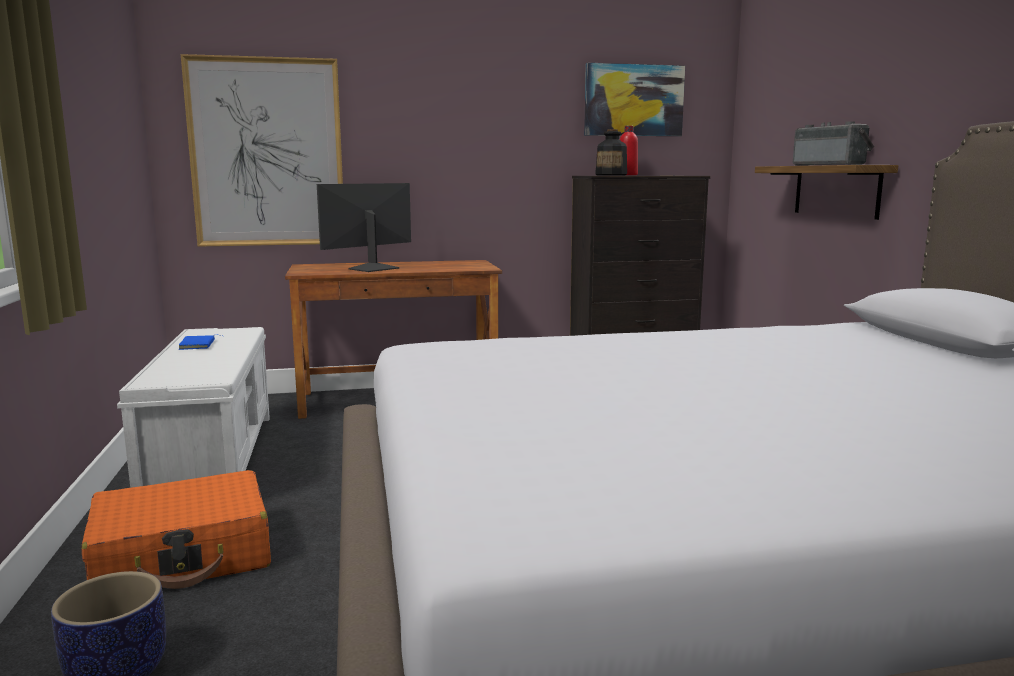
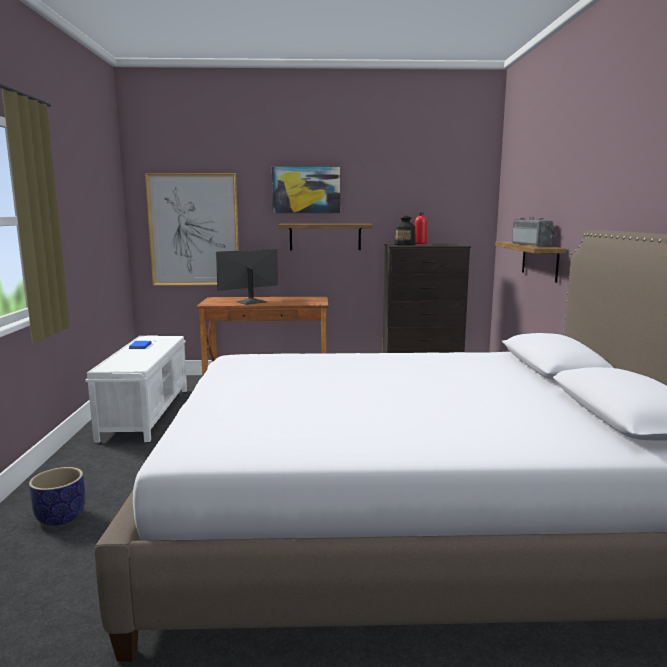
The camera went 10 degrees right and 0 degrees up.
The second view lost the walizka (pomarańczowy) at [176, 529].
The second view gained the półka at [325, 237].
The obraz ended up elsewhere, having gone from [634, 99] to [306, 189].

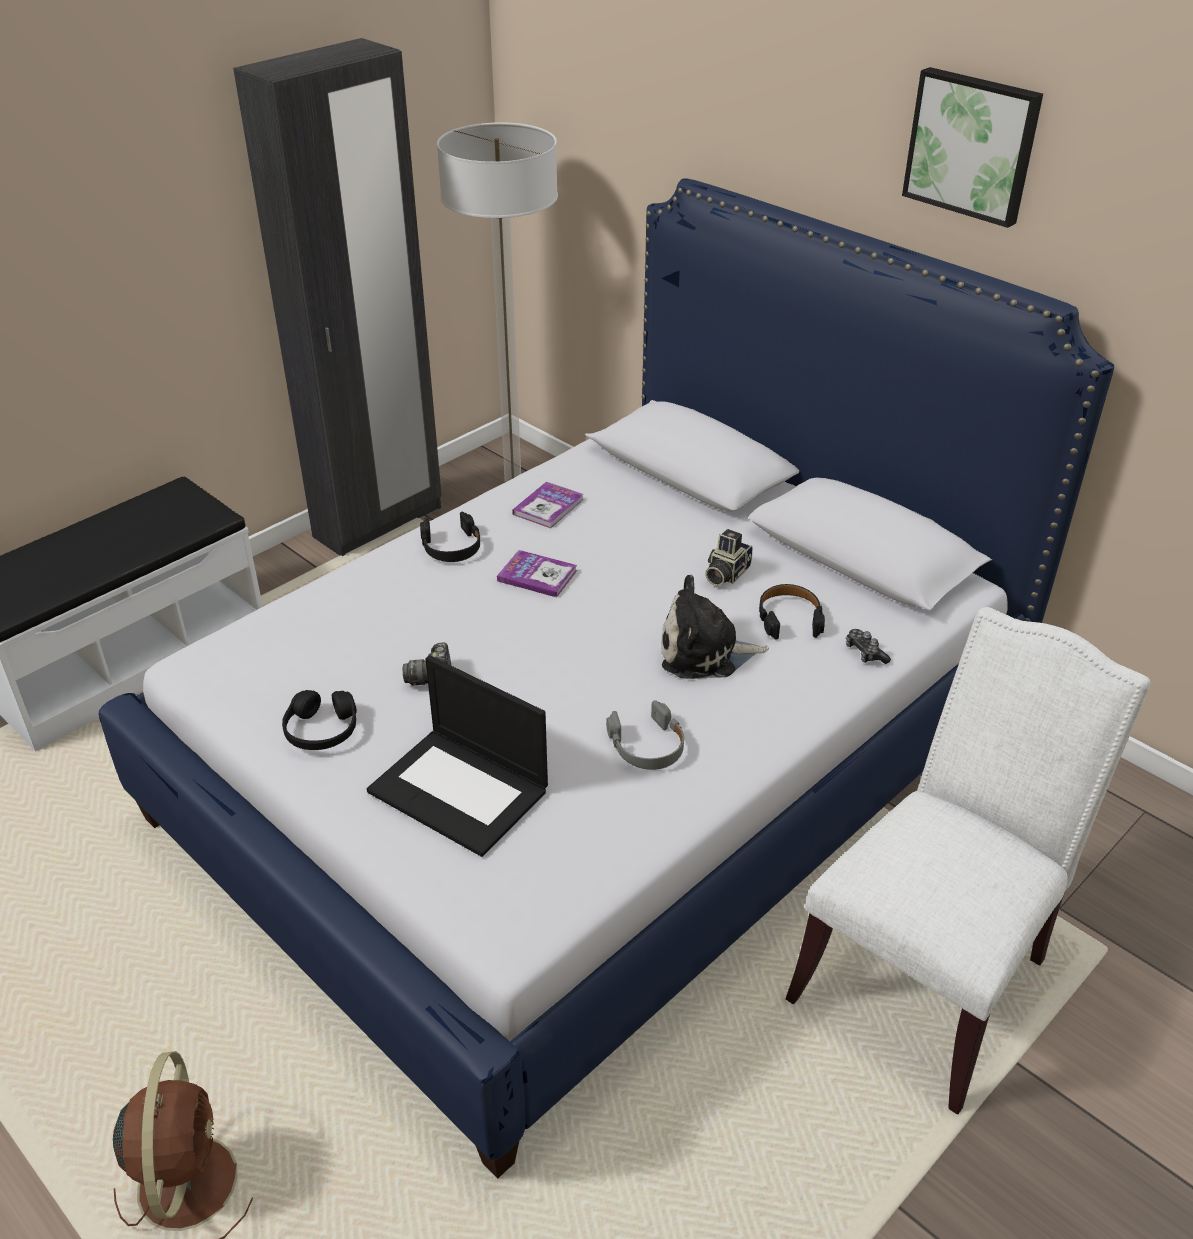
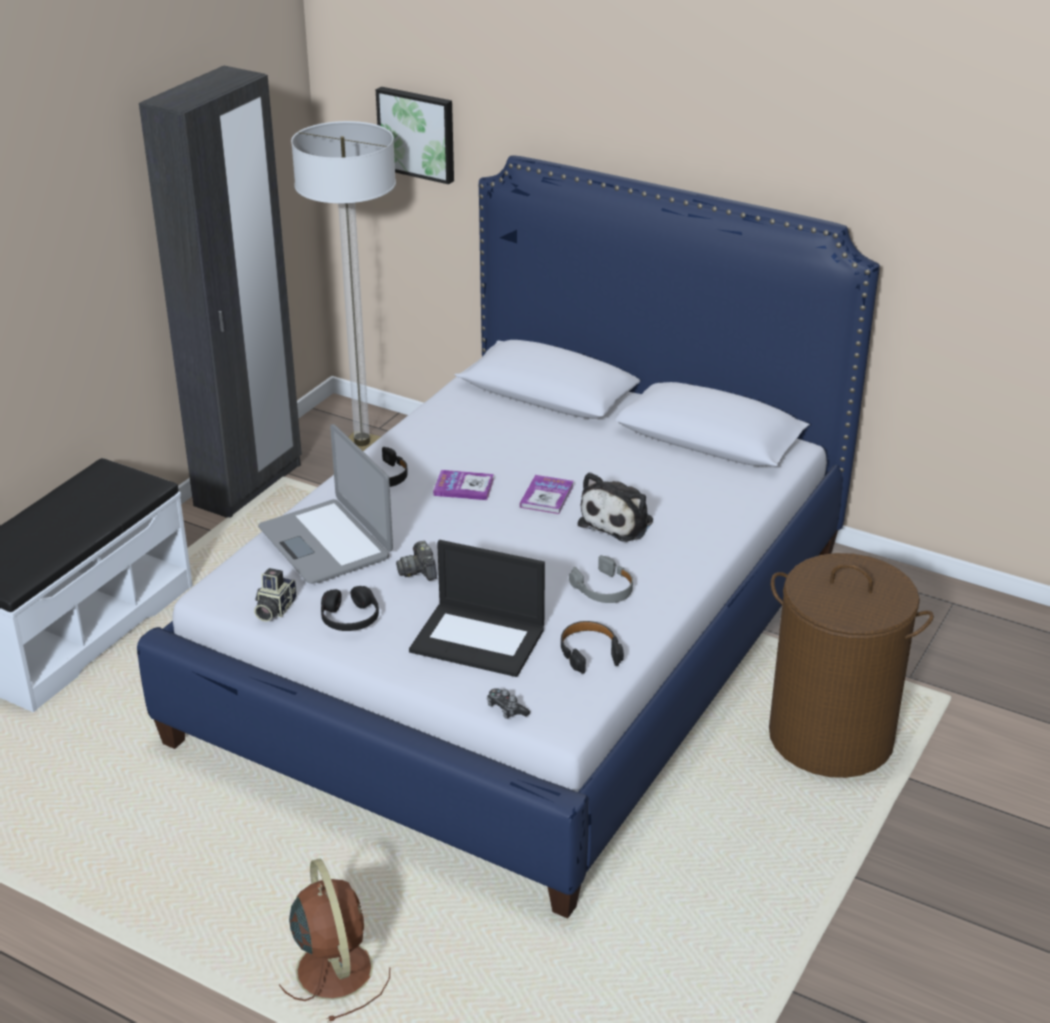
The camera went 15 degrees left and 5 degrees down.
The second view gained the laptop at [325, 504].
The książka ended up elsewhere, having gone from [548, 505] to [547, 494].
The aparat fotograficzny ended up elsewhere, having gone from [729, 557] to [275, 595].
The słuchawki (czarny) ended up elsewhere, having gone from [792, 612] to [592, 647].
The pad do gier ended up elsewhere, having gone from [868, 646] to [508, 703].
The obraz ended up elsewhere, having gone from [972, 147] to [415, 135].
Where the krzesło (biały) stood at [968, 861], the kosz na pranie (brązowy) came to stand at [851, 665].
The pluszak at [715, 627] ended up facing another way, 45 degrees counterclockwise from before.

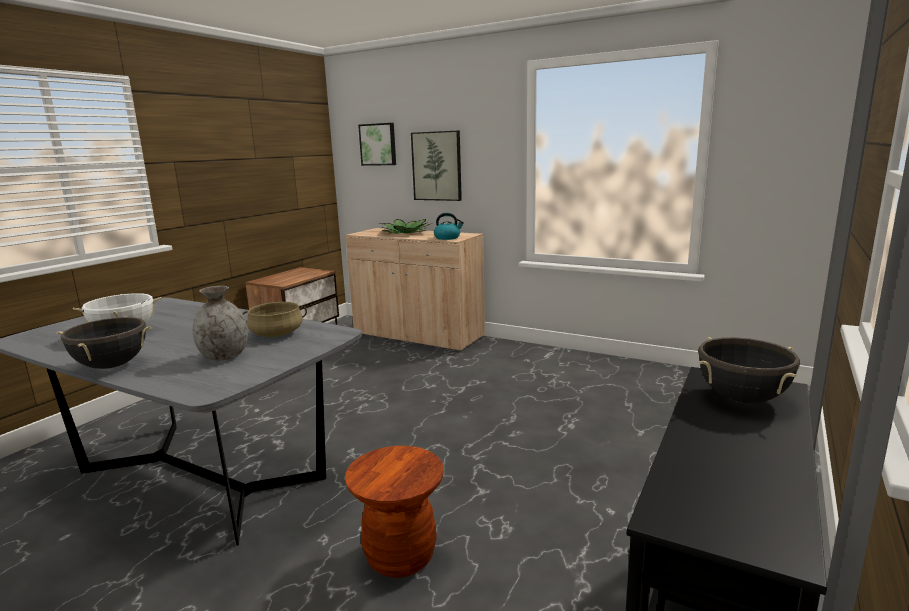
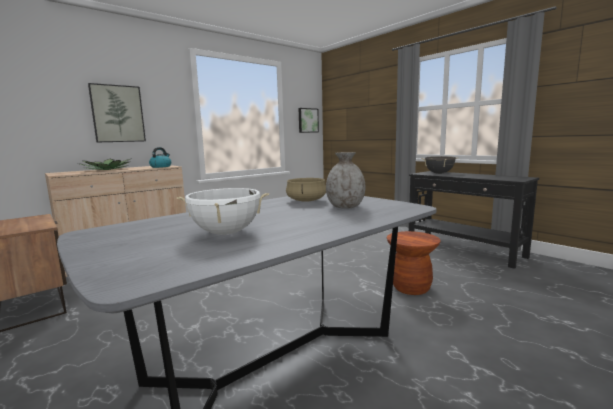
The camera went 70 degrees left and 5 degrees down.
The second view lost the garnek (czarny) at [104, 342].
The obraz ended up elsewhere, having gone from [377, 144] to [309, 120].

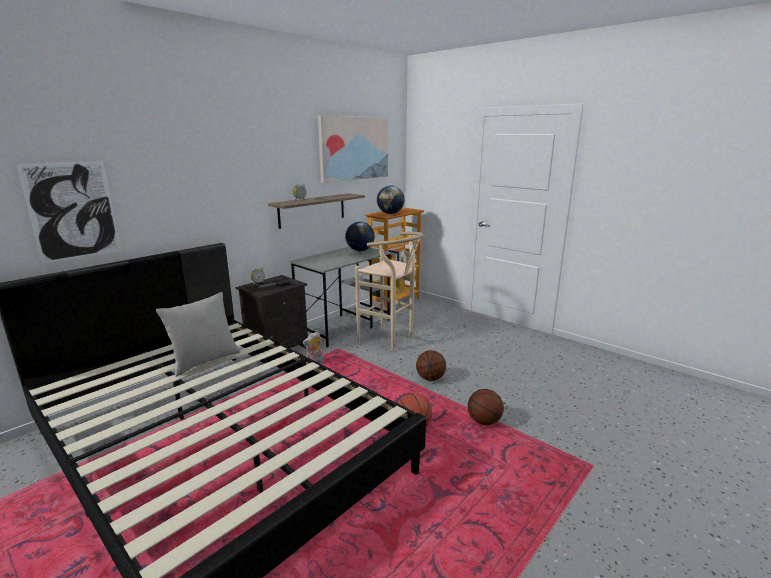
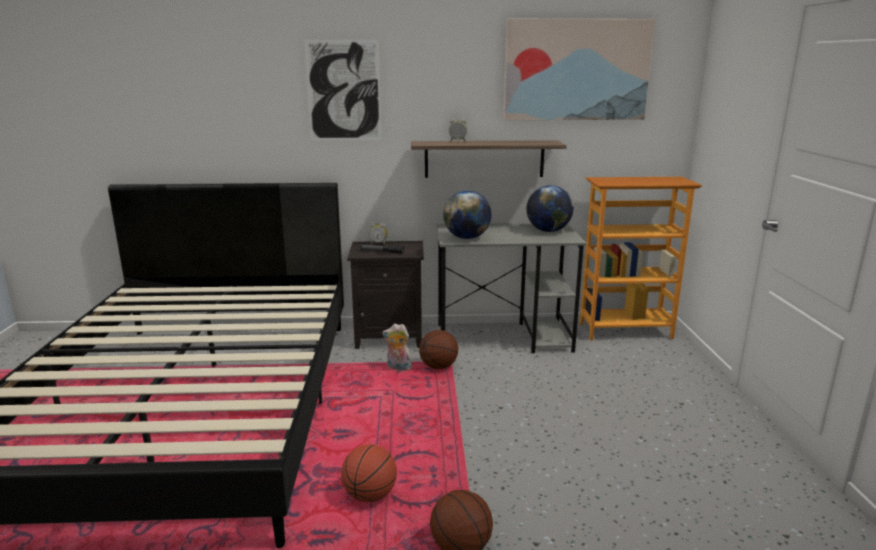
The camera went 45 degrees right and 0 degrees up.
The second view lost the poduszka (szary) at [198, 334].
The second view lost the stołek (beżowy) at [389, 291].
The obraz ended up elsewhere, having gone from [68, 212] to [342, 90].
The globus ended up elsewhere, having gone from [391, 200] to [467, 214].
The piłka do koszykówki ended up elsewhere, having gone from [431, 365] to [438, 349].

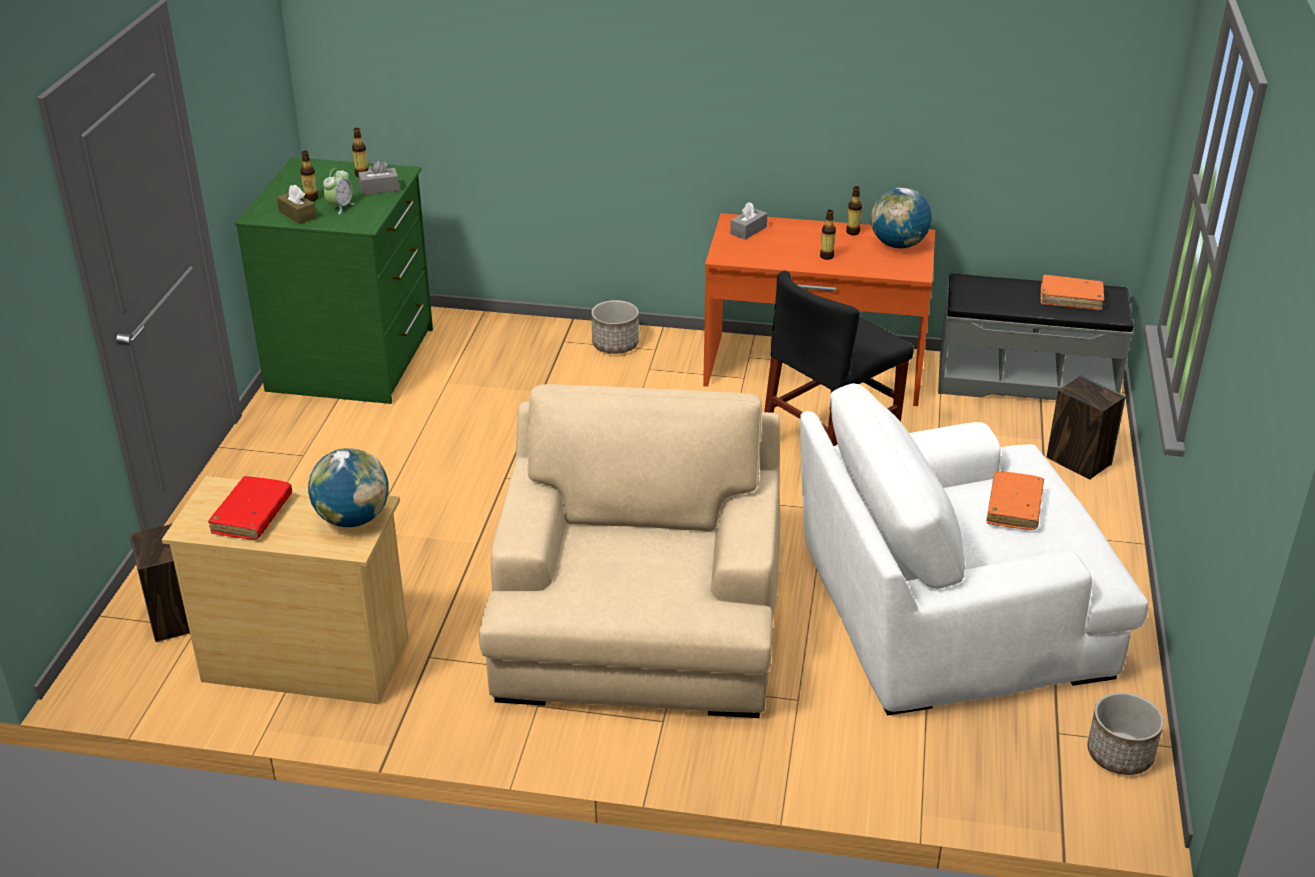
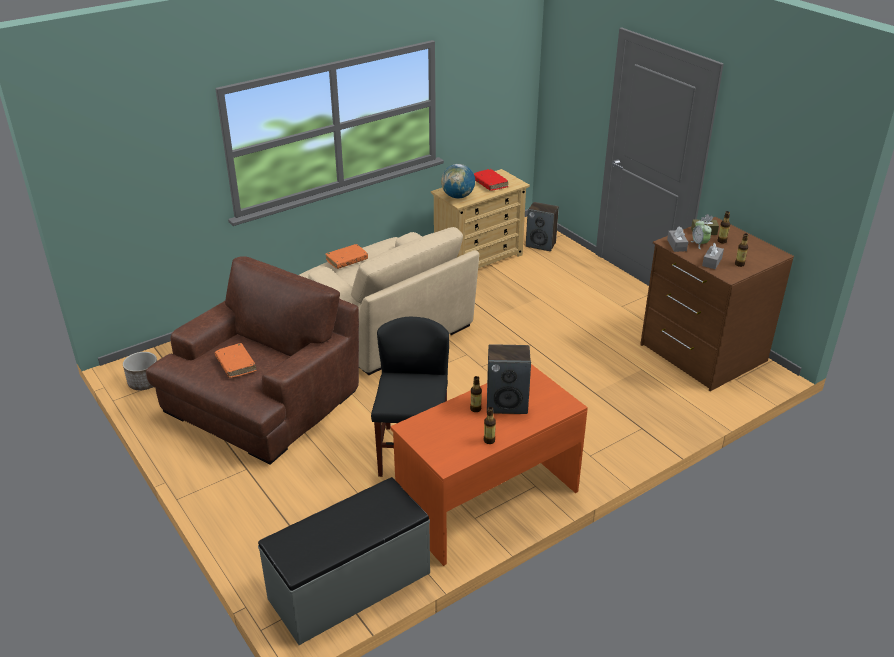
The camera went 135 degrees right and 0 degrees up.
The second view lost the donica at [615, 327].
The second view lost the globus at [901, 218].
The pudełko chusteczek (szary) ended up elsewhere, having gone from [748, 221] to [677, 239].
The książka (pomarańczowy) ended up elsewhere, having gone from [1072, 292] to [346, 256].
The głośnik ended up elsewhere, having gone from [1086, 427] to [509, 379].
What was the komoda (zielony) at [334, 280] turned into the komoda (brązowy) at [717, 304].
What was the fotel (biały) at [974, 549] turned into the fotel (brązowy) at [252, 360].

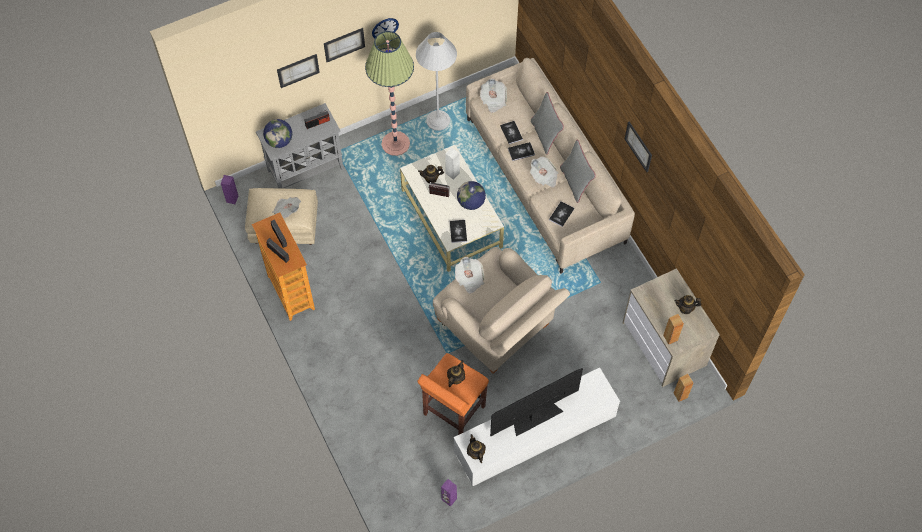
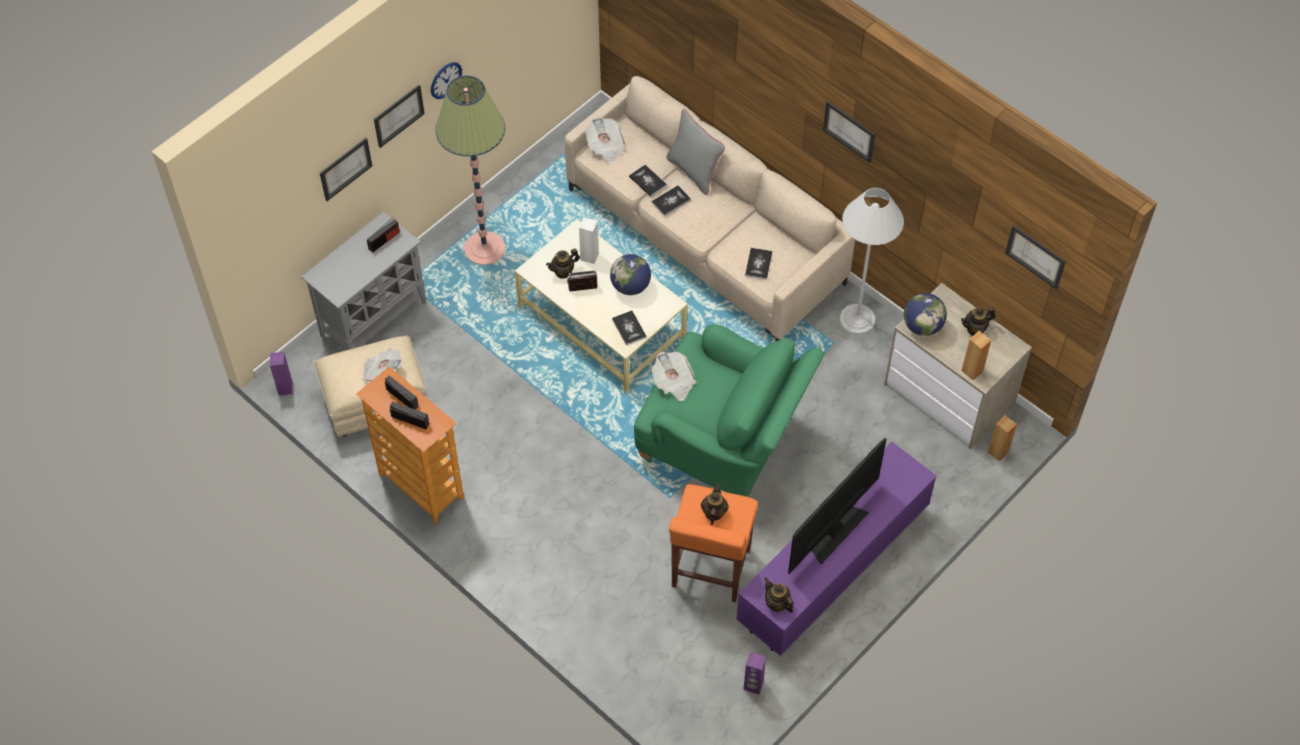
The camera went 20 degrees left and 5 degrees down.
The second view lost the gazeta at [544, 172].
The second view lost the poduszka (szary) at [578, 171].
The second view gained the obraz at [1035, 257].
The globus ended up elsewhere, having gone from [277, 133] to [925, 314].
The lampa stojąca (biały) ended up elsewhere, having gone from [436, 81] to [871, 261].
What was the fotel (beżowy) at [501, 310] turned into the fotel (zielony) at [729, 410].
What was the szafka pod telewizor (biały) at [537, 427] turned into the szafka pod telewizor (fioletowy) at [836, 549].

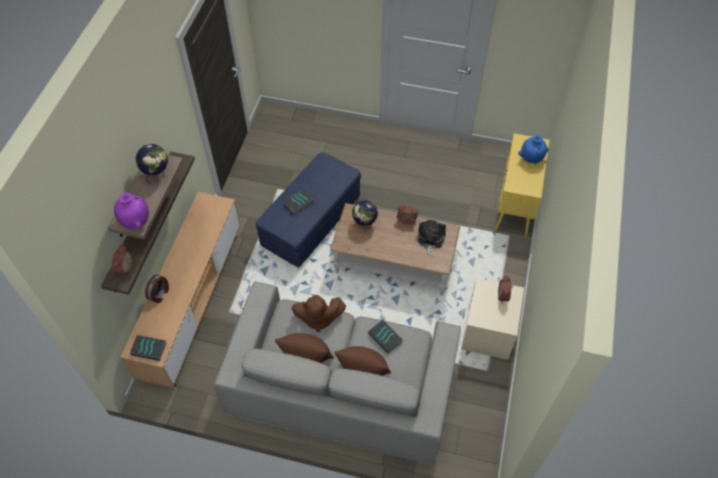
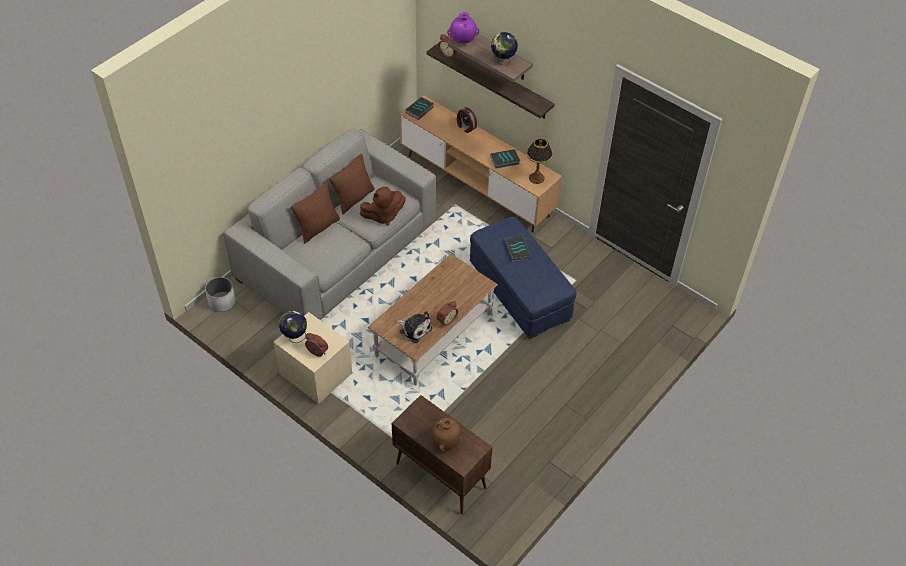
The camera went 115 degrees right and 5 degrees down.
The second view gained the donica (biały) at [220, 294].
The second view gained the lampa stołowa at [539, 161].
The globus ended up elsewhere, having gone from [365, 214] to [293, 327].
The książka ended up elsewhere, having gone from [385, 336] to [505, 159].
What was the szafka (żółty) at [522, 184] turned into the szafka (brązowy) at [442, 454].
What was the wazon (niebieski) at [534, 149] turned into the wazon (brązowy) at [446, 434].
The pluszak (brązowy) at [319, 313] ended up facing another way, 135 degrees counterclockwise from before.

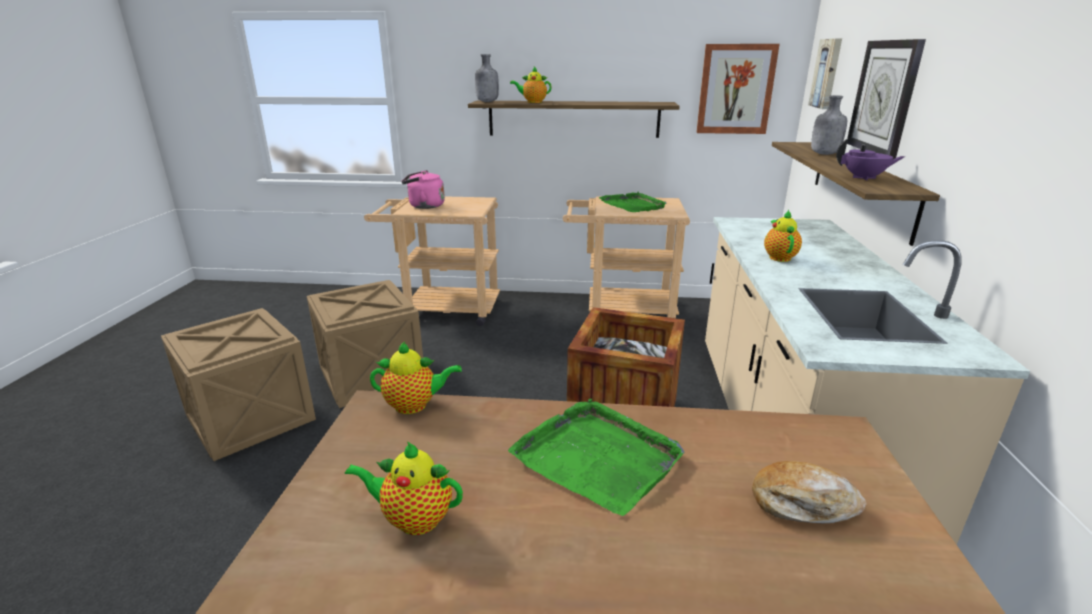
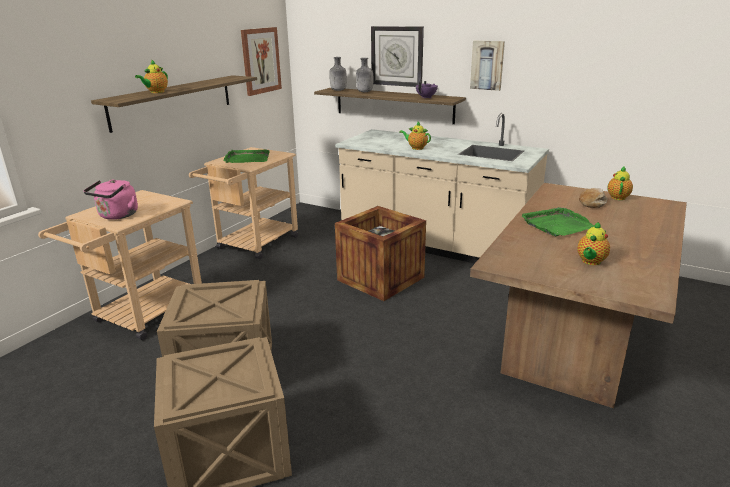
The camera went 65 degrees left and 0 degrees up.
The imbryk ended up elsewhere, having gone from [416, 378] to [620, 183].
The butelka (szary) ended up elsewhere, having gone from [487, 78] to [338, 74].
The obraz ended up elsewhere, having gone from [825, 74] to [487, 66].

